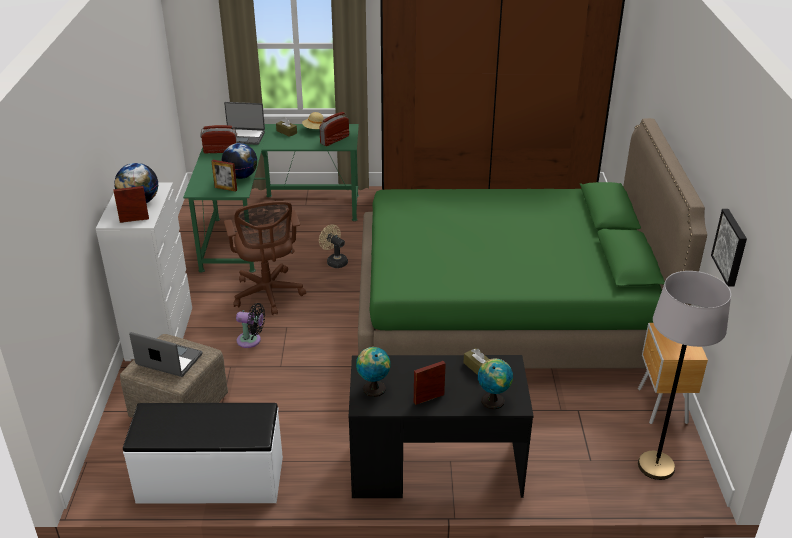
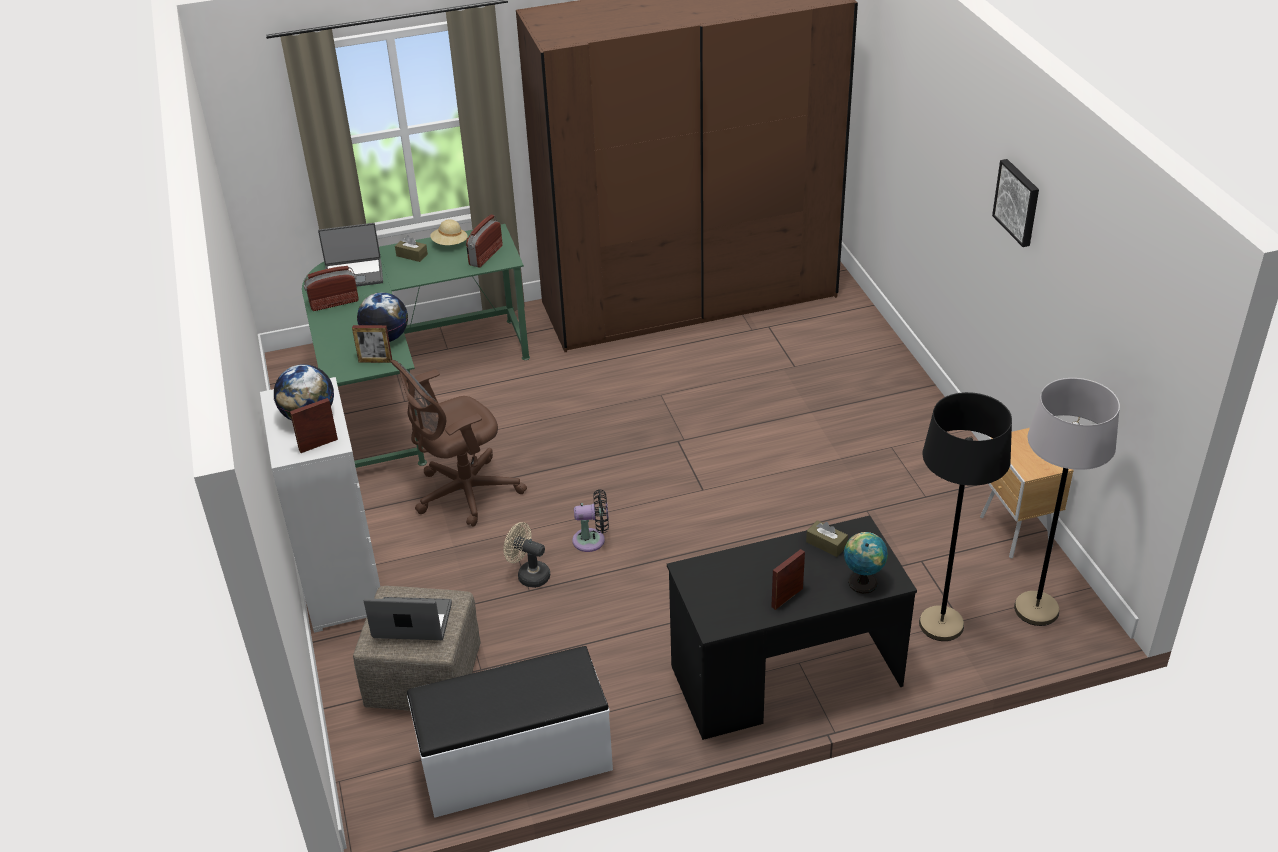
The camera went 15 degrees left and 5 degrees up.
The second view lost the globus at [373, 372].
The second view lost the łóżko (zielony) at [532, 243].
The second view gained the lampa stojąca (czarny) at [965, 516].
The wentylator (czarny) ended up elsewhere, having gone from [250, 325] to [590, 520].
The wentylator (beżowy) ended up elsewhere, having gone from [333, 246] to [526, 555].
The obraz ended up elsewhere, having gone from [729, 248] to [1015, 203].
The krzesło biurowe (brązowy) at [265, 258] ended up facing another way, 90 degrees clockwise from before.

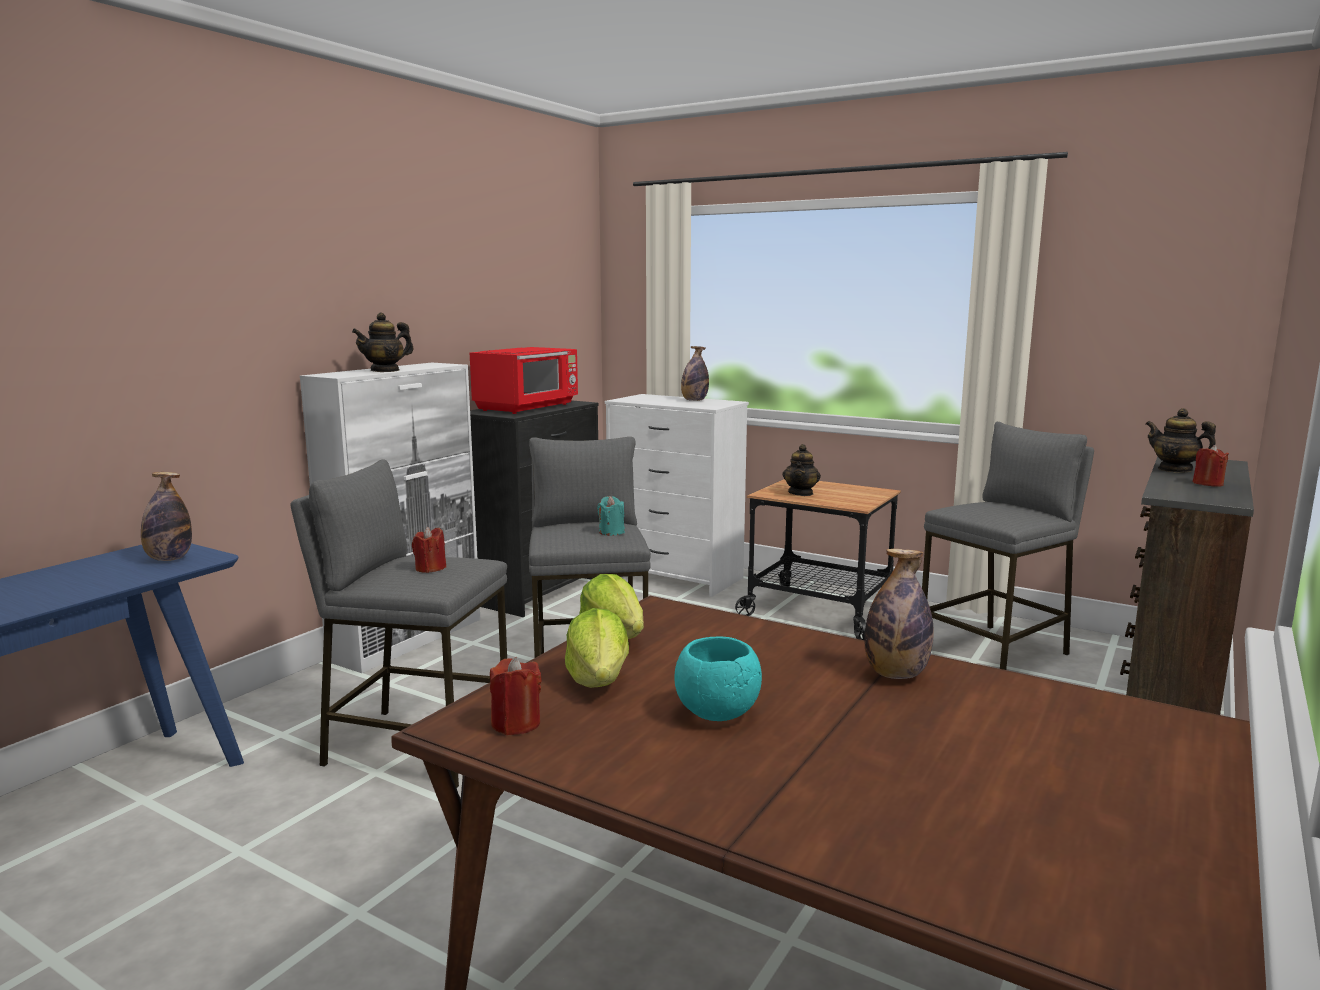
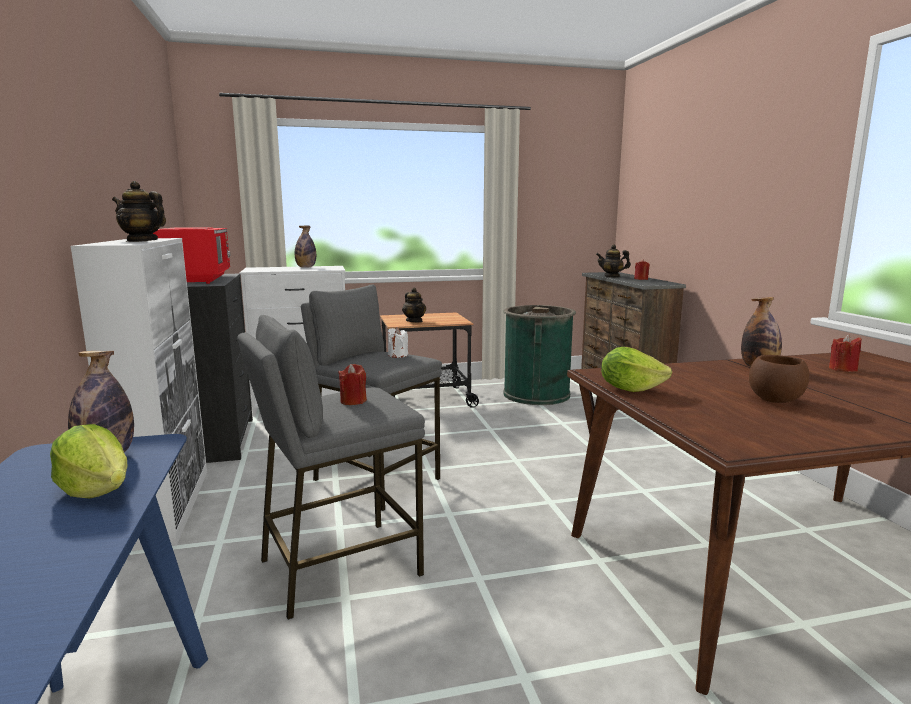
The camera went 45 degrees left and 0 degrees up.
The świeca (czerwony) ended up elsewhere, having gone from [515, 696] to [845, 353].
The sałata ended up elsewhere, having gone from [597, 648] to [88, 461].
Where the stołek (szary) stood at [1008, 546], the kosz na śmieci (zielony) came to stand at [539, 355].
What was the świeca (turkusowy) at [611, 516] turned into the świeca (biały) at [398, 342].
What was the miska (turkusowy) at [718, 678] turned into the miska (brązowy) at [779, 379].
The imbryk at [383, 342] ended up facing another way, 105 degrees clockwise from before.

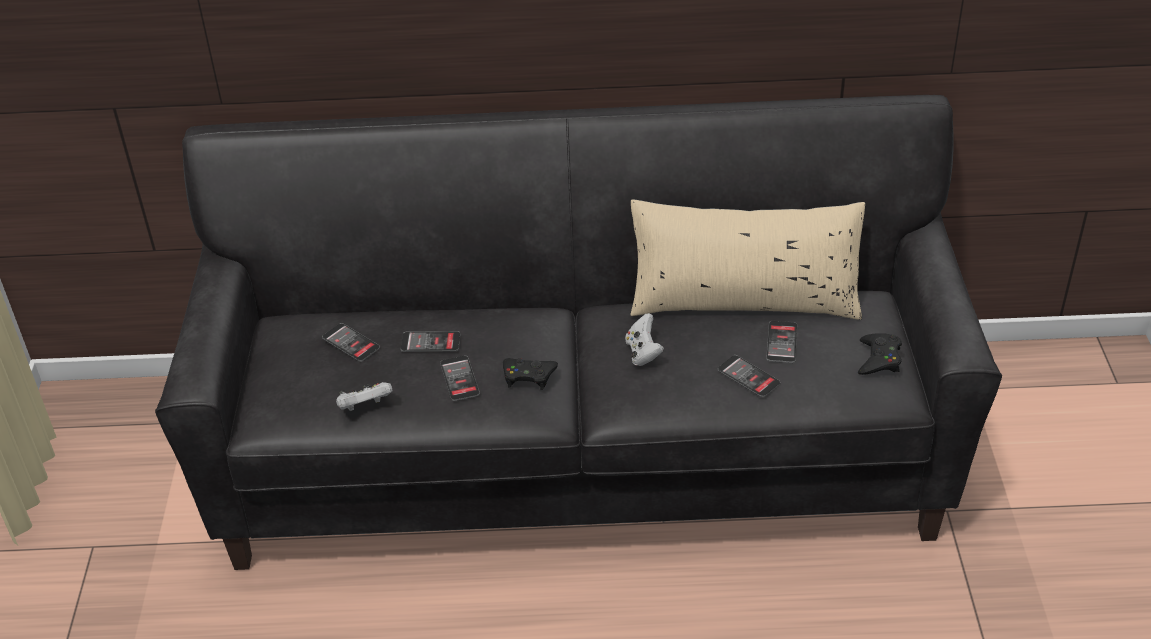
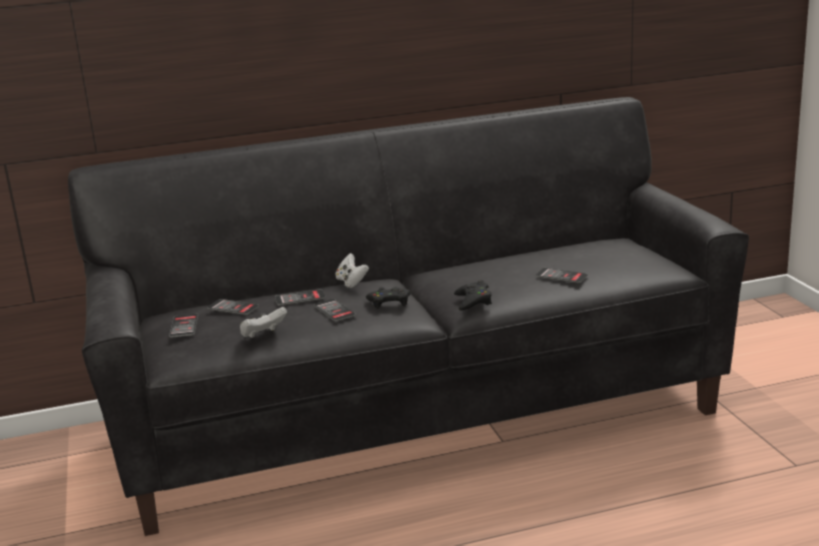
The camera went 15 degrees left and 20 degrees down.
The second view lost the poduszka (beżowy) at [747, 259].
The pad do gier (biały) ended up elsewhere, having gone from [644, 339] to [352, 270].
The telefon ended up elsewhere, having gone from [781, 342] to [183, 326].
The pad do gier (czarny) ended up elsewhere, having gone from [880, 354] to [473, 295].

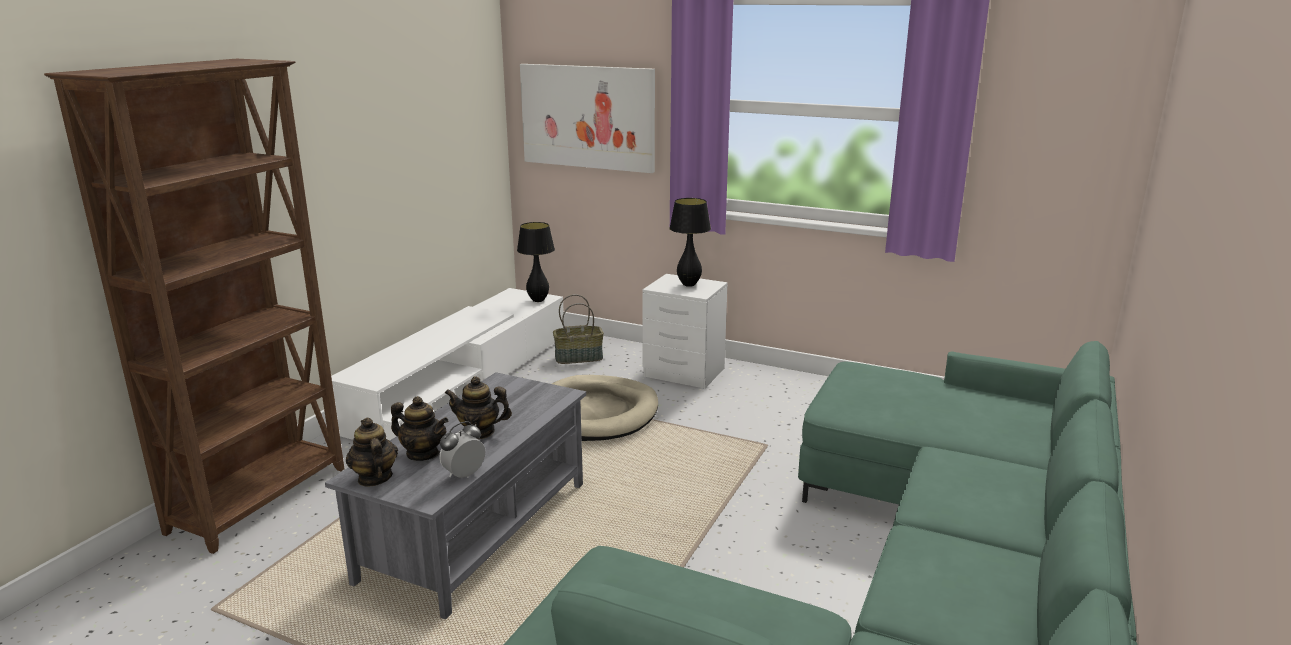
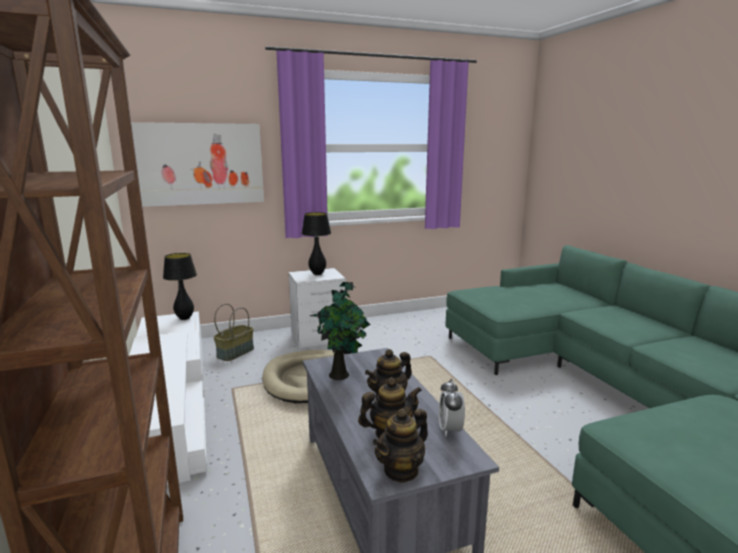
The camera went 45 degrees left and 5 degrees down.
The second view gained the roślina doniczkowa at [340, 331].
The imbryk at [372, 452] ended up facing another way, 60 degrees counterclockwise from before.

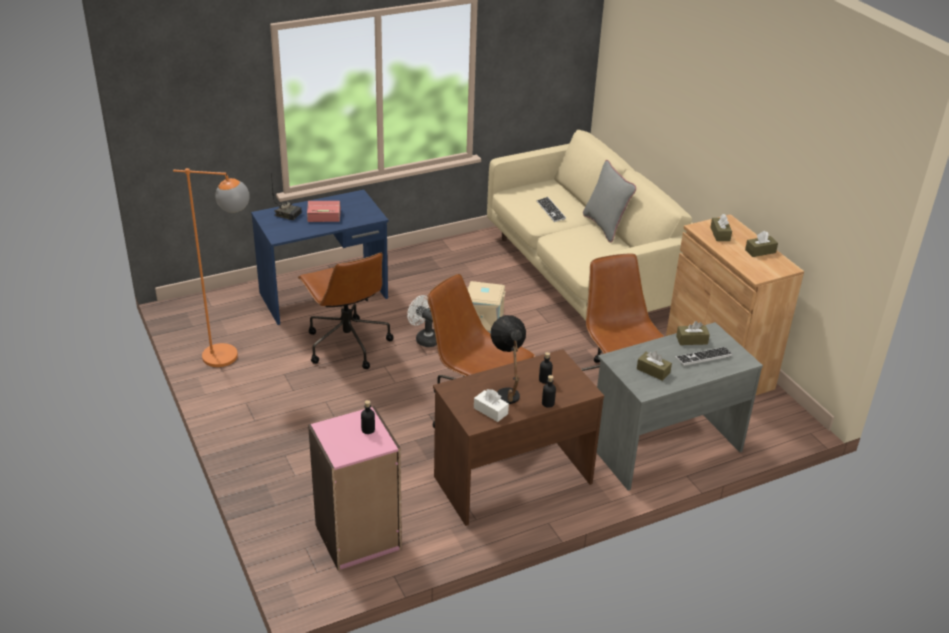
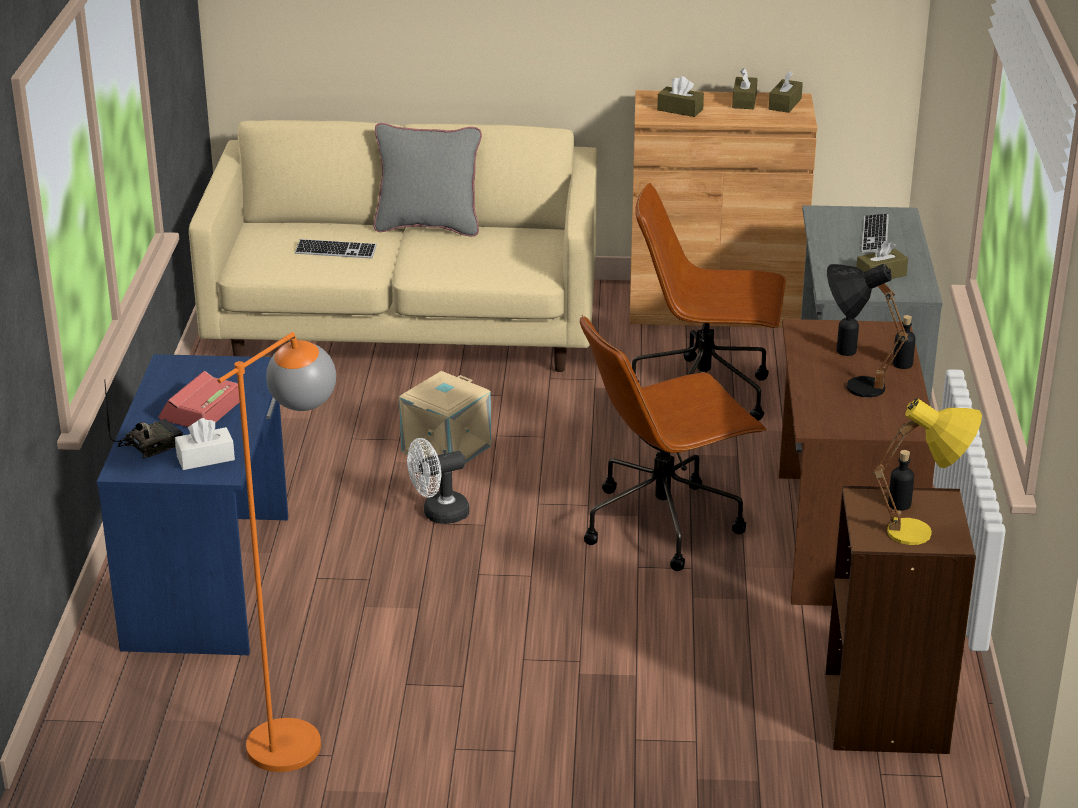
The camera went 60 degrees left and 5 degrees down.
The second view lost the krzesło biurowe (brązowy) at [346, 311].
The second view gained the lampa stołowa (żółty) at [927, 471].
The pudełko chusteczek (biały) ended up elsewhere, having gone from [491, 405] to [205, 444].
The pudełko chusteczek (brązowy) ended up elsewhere, having gone from [693, 333] to [786, 92].
What was the regał (różowy) at [355, 488] turned into the regał (brązowy) at [900, 620].

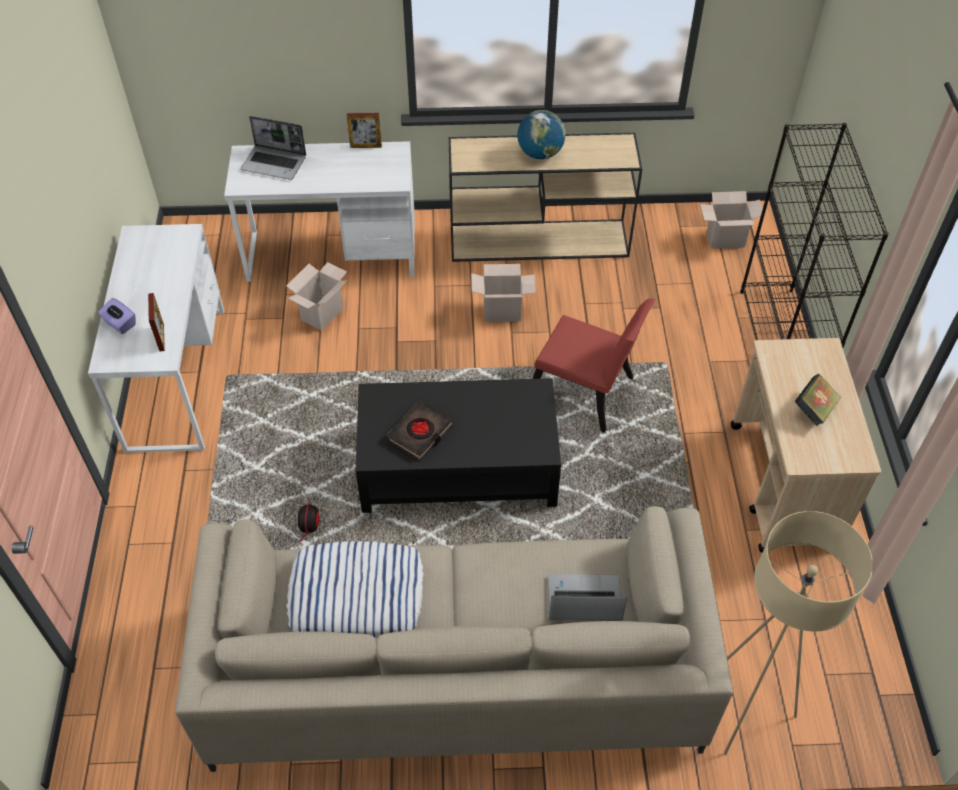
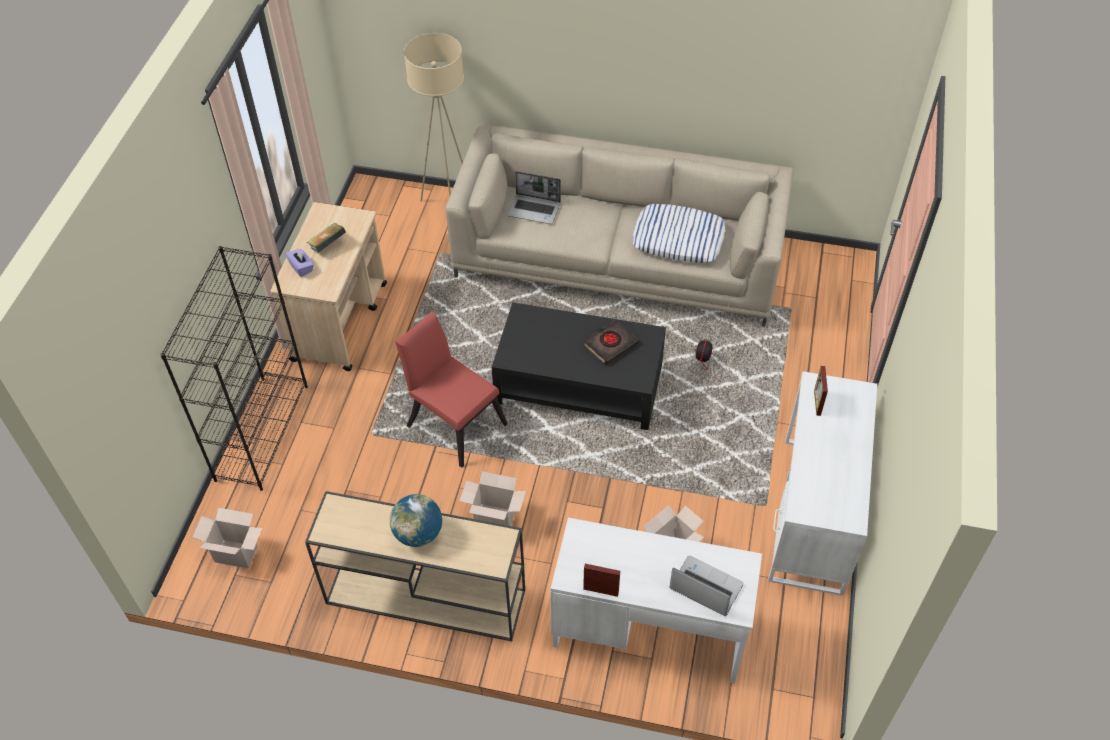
The camera went 165 degrees left and 0 degrees up.
The pudełko chusteczek (fioletowy) ended up elsewhere, having gone from [117, 316] to [299, 262].

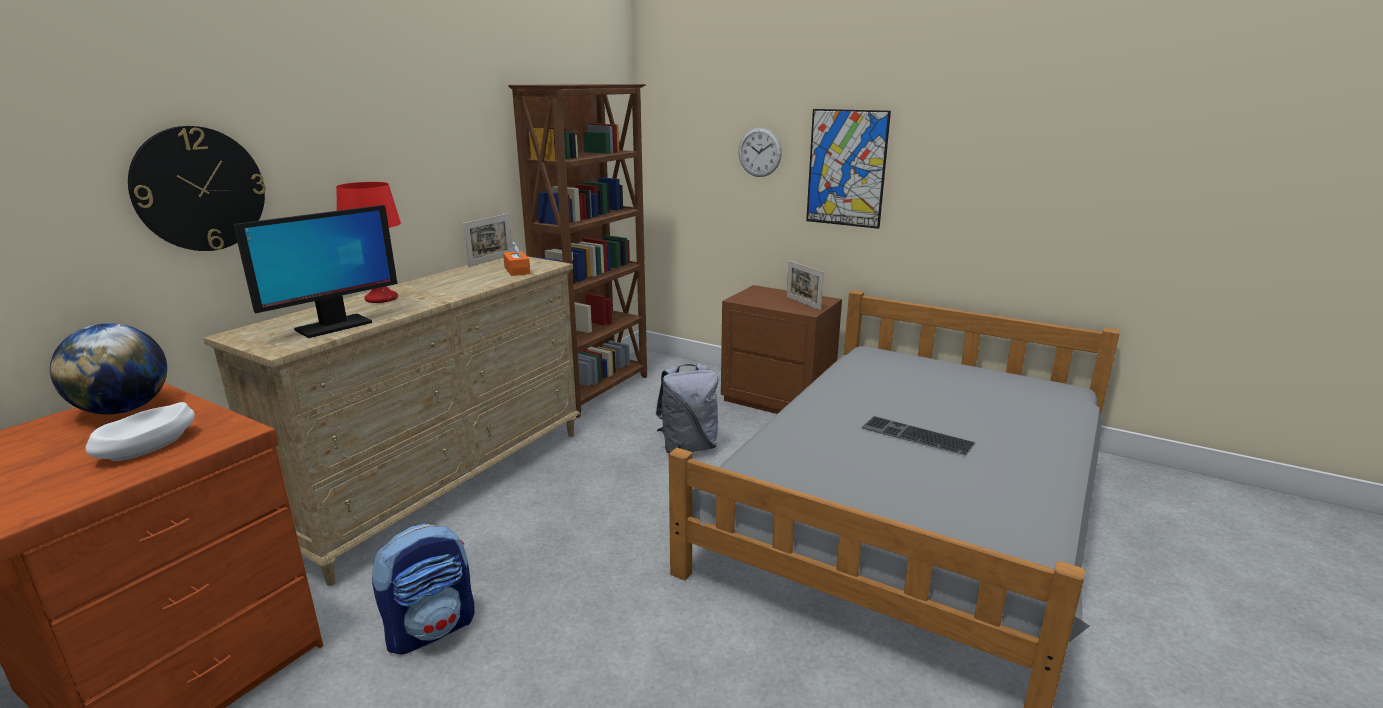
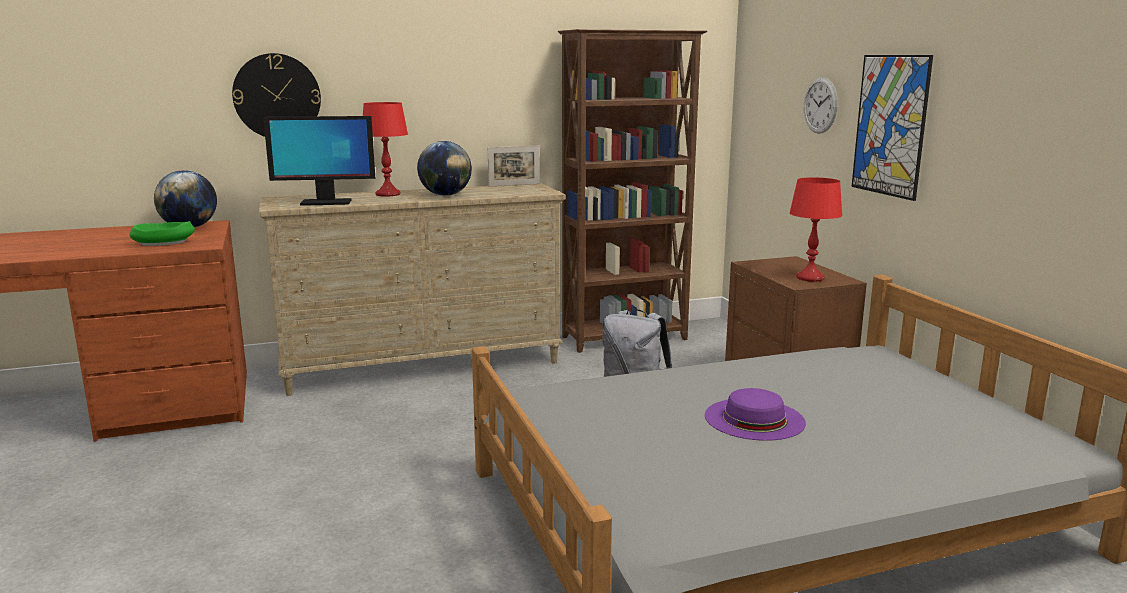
The camera went 40 degrees right and 5 degrees down.
The second view lost the plecak at [423, 589].
The second view lost the pudełko chusteczek (pomarańczowy) at [516, 258].
The second view gained the globus at [444, 168].
Where the ramka na zdjęcie stood at [805, 285], the lampa stołowa (czerwony) came to stand at [816, 229].
Where the klawiatura stood at [918, 436], the kapelusz (fioletowy) came to stand at [755, 414].
What was the miska (biały) at [140, 431] turned into the miska (zielony) at [162, 233].

